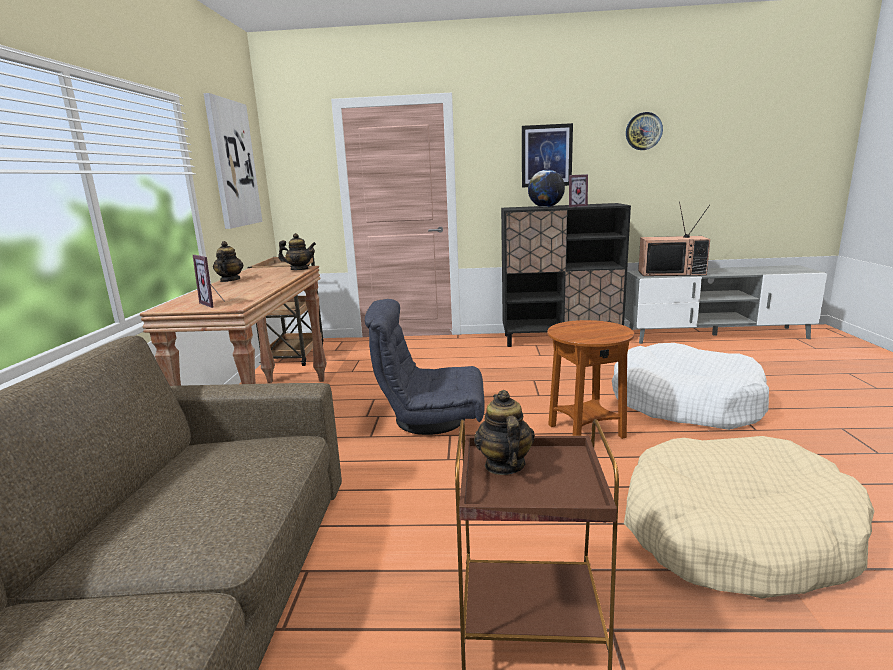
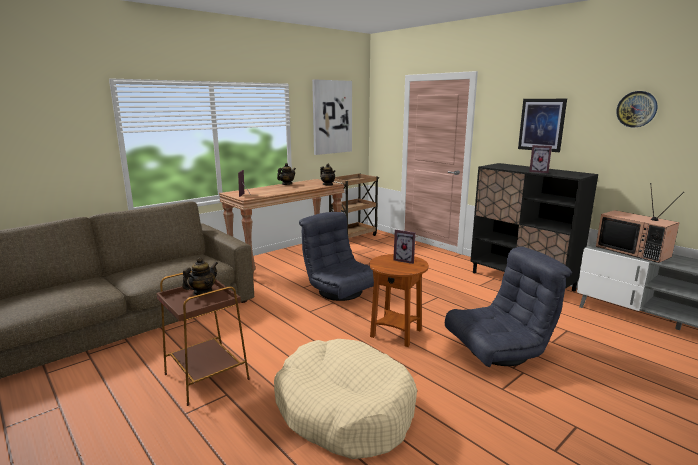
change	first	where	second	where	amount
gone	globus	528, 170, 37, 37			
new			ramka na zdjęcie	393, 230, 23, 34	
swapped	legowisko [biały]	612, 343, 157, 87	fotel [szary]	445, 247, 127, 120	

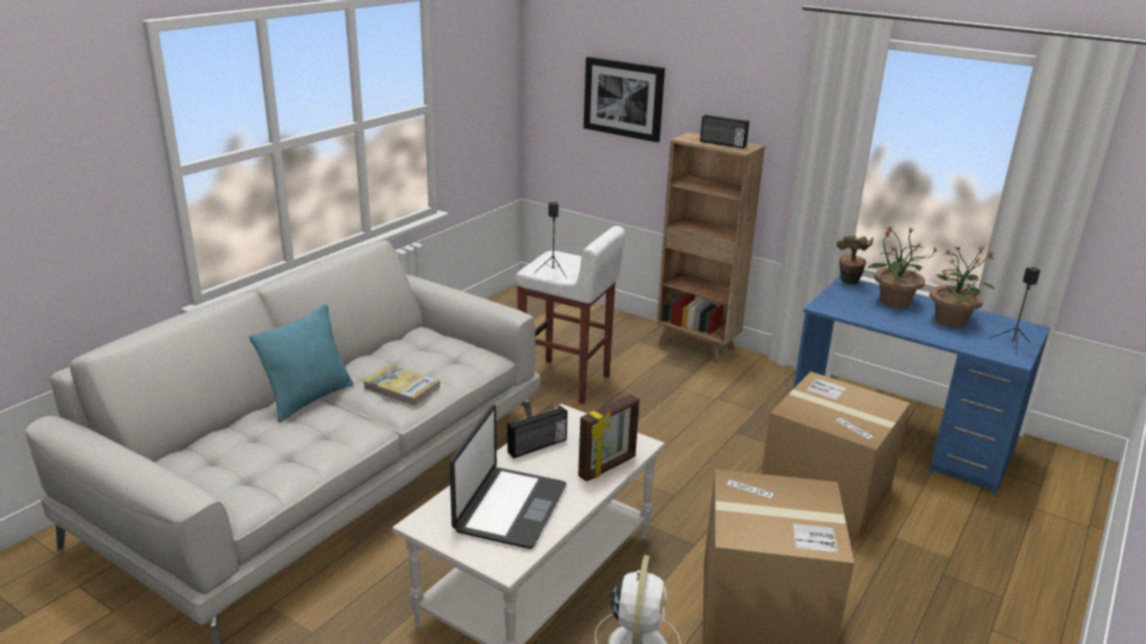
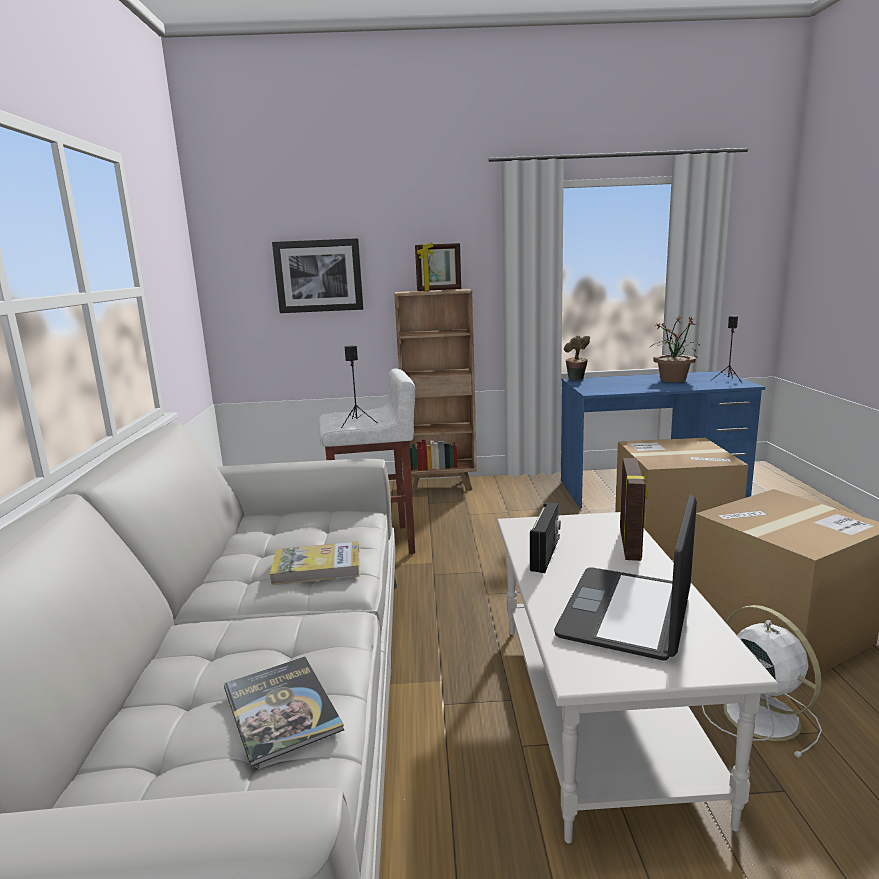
change	first	where	second	where	amount
gone	poduszka [turkusowy]	249, 304, 105, 118			
gone	roślina doniczkowa	866, 226, 73, 82			
new			książka	224, 657, 120, 110	
swapped	radio	700, 115, 49, 33	ramka na zdjęcie	415, 242, 46, 49	
rotated	laptop	450, 405, 116, 144		554, 494, 143, 167	135 degrees counterclockwise

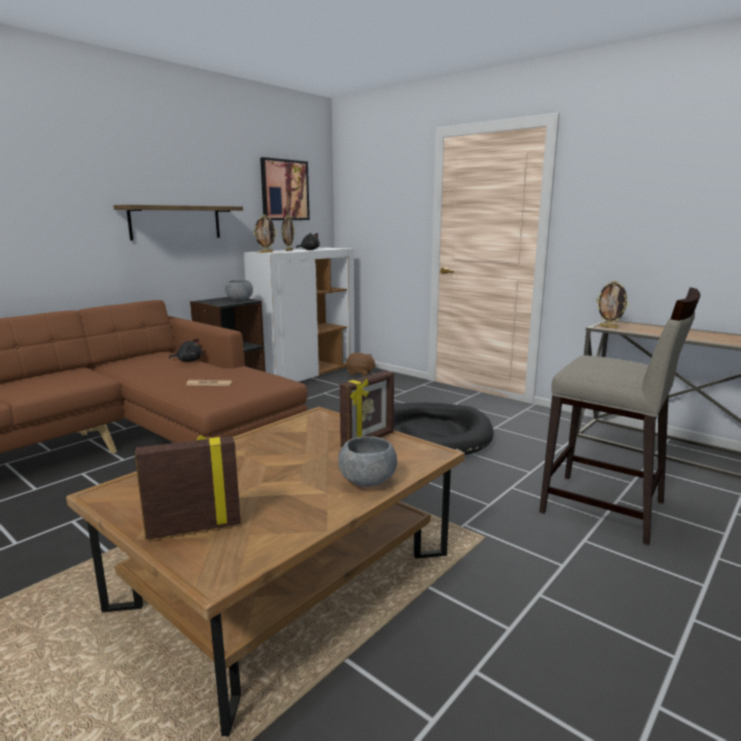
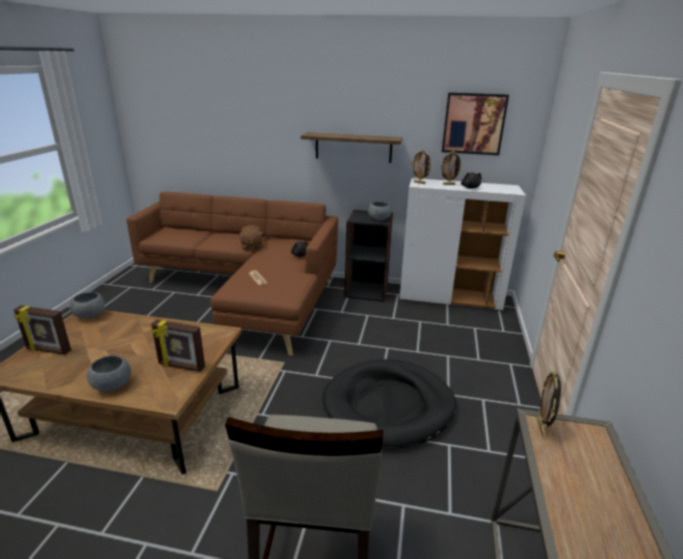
change	first	where	second	where	amount
new			miska [szary]	70, 292, 35, 27	
shifted	pluszak [brązowy]	346, 353, 30, 23		239, 225, 24, 25	
rotated	ramka na zdjęcie	135, 435, 106, 105		14, 305, 57, 50	150 degrees clockwise

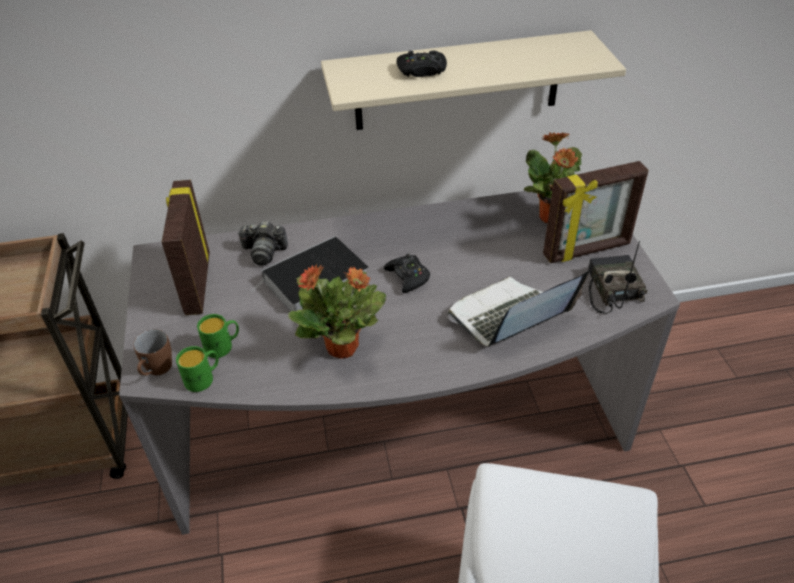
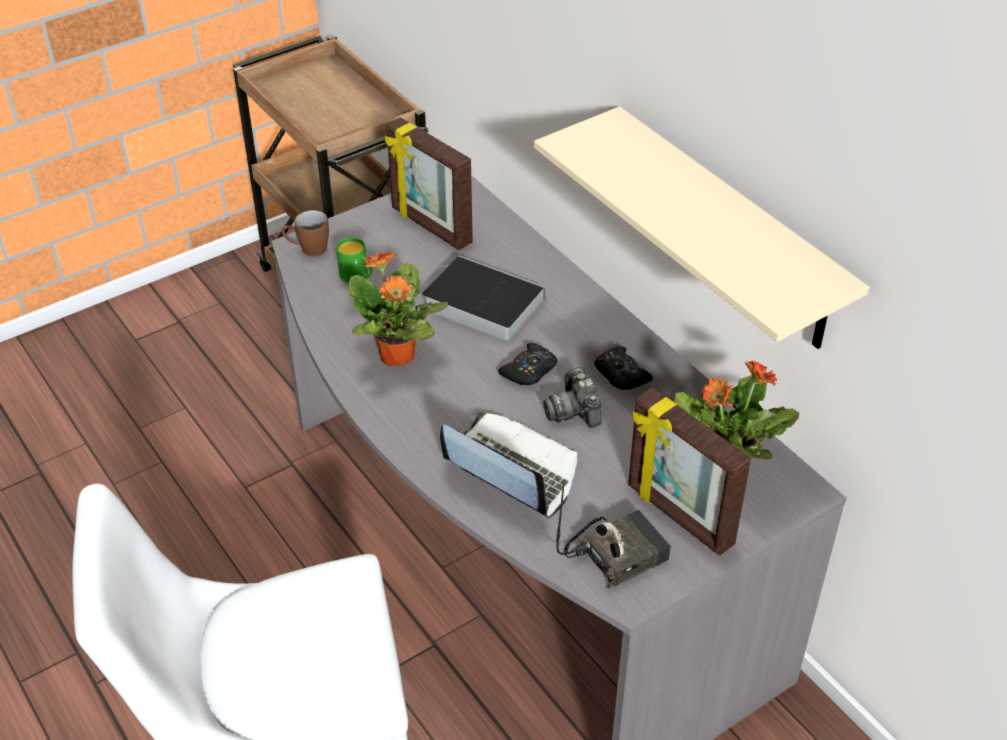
change	first	where	second	where	amount
gone	kubek [zielony]	176, 346, 43, 46			
shifted	aparat fotograficzny	238, 221, 50, 45		543, 367, 59, 61	
shifted	pad do gier [czarny]	397, 51, 50, 26		594, 346, 59, 44	
rotated	ramka na zdjęcie	162, 180, 48, 135		385, 117, 88, 133	105 degrees counterclockwise

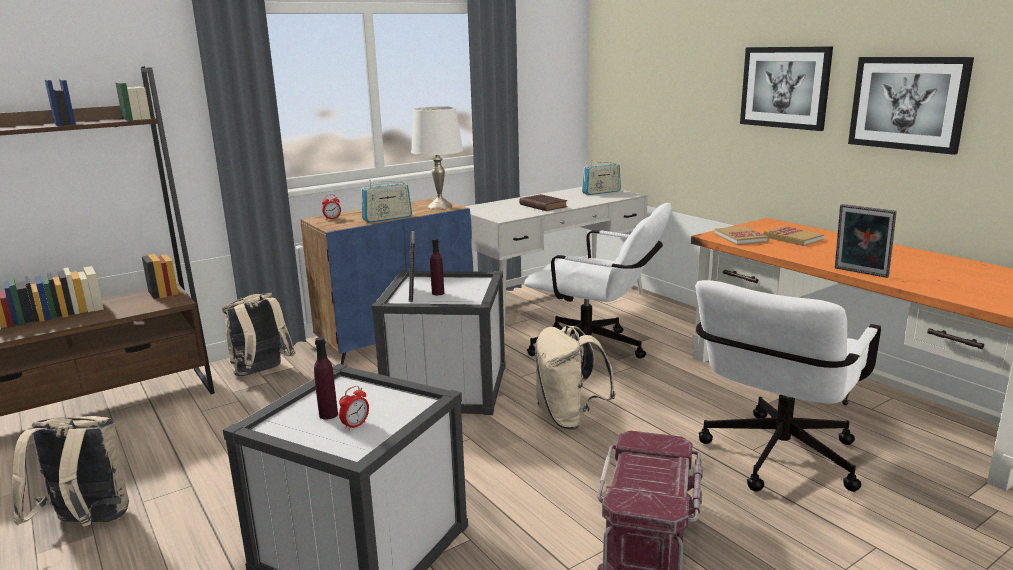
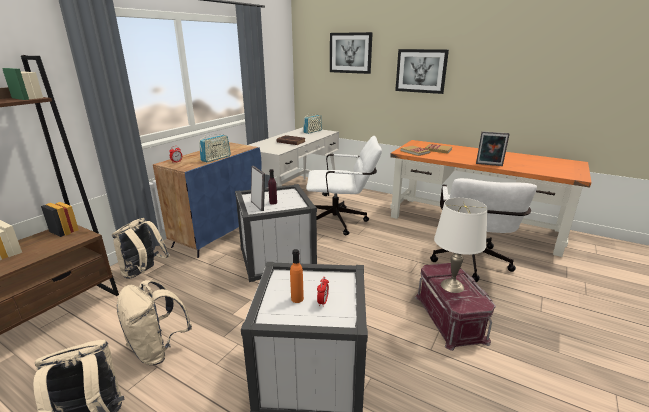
change	first	where	second	where	amount
shifted	lampa stołowa [biały]	411, 106, 52, 103		434, 198, 54, 95	
shifted	plecak [beżowy]	534, 326, 82, 104		117, 280, 75, 85	
shifted	obraz	848, 57, 126, 98		330, 32, 43, 42	
repainted	butelka [fioletowy]	314, 337, 24, 83	butelka [pomarańczowy]	290, 249, 14, 54	

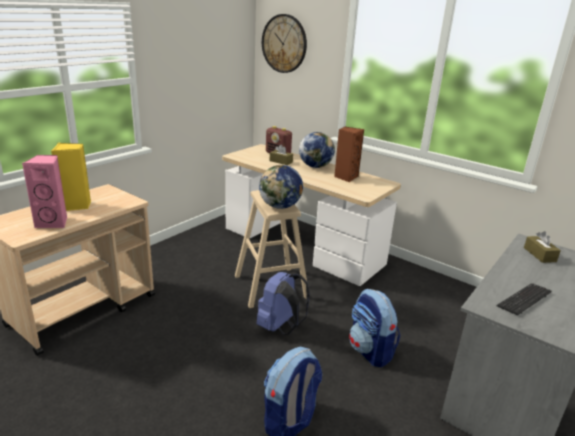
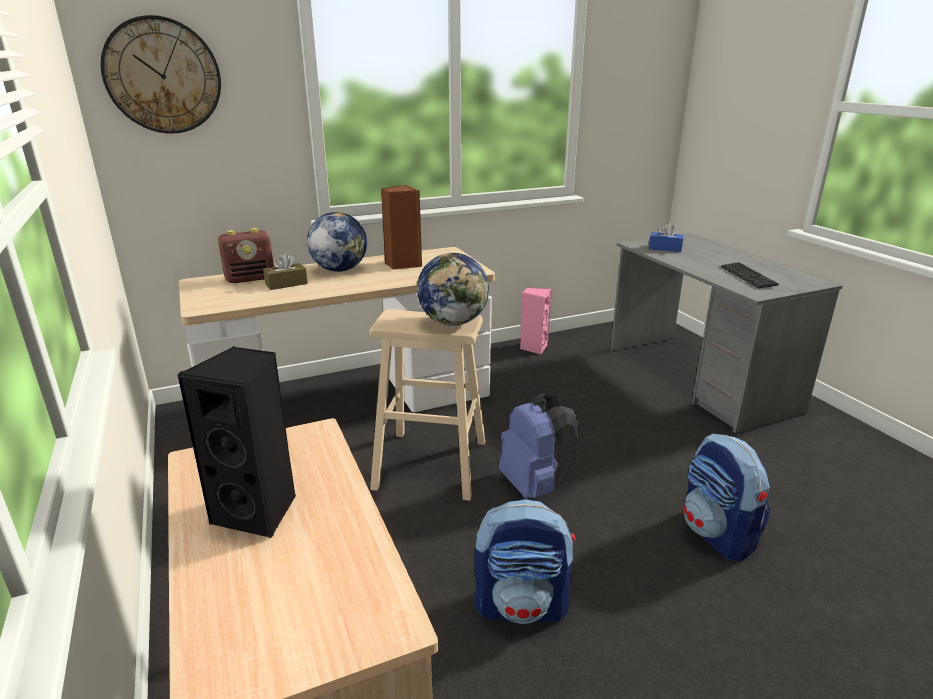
change	first	where	second	where	amount
shifted	głośnik [różowy]	22, 155, 45, 74		520, 287, 31, 67	
shifted	plecak	349, 289, 52, 78		474, 499, 102, 125	
repainted	głośnik [żółty]	51, 143, 40, 68	głośnik [czarny]	178, 346, 118, 193	
repainted	pudełko chusteczek [brązowy]	524, 231, 37, 32	pudełko chusteczek [niebieski]	649, 222, 35, 30	

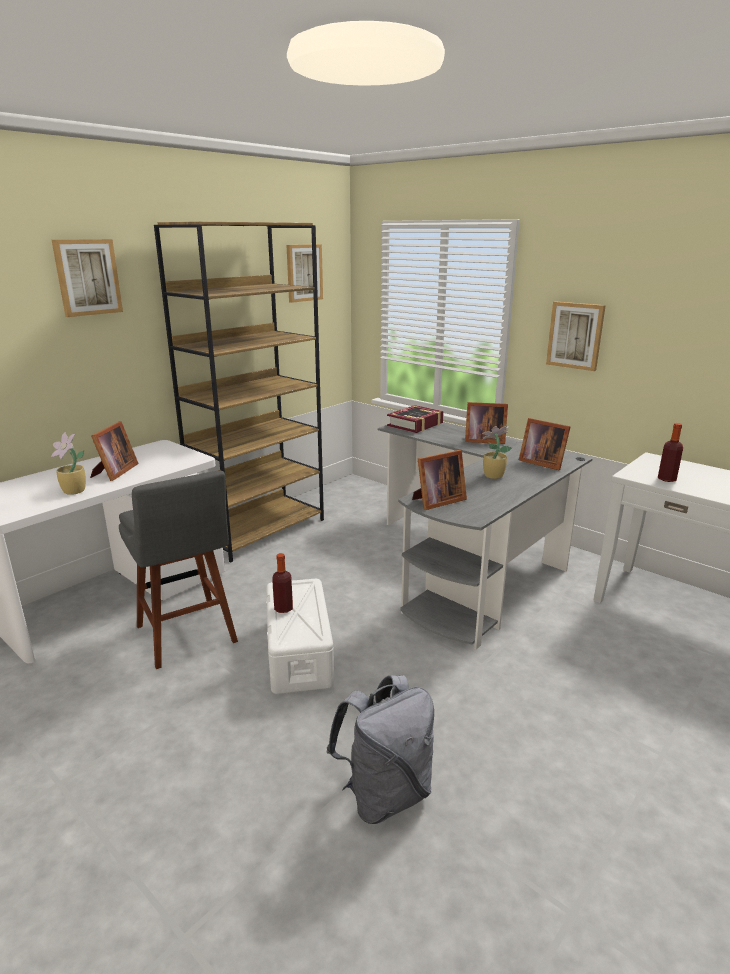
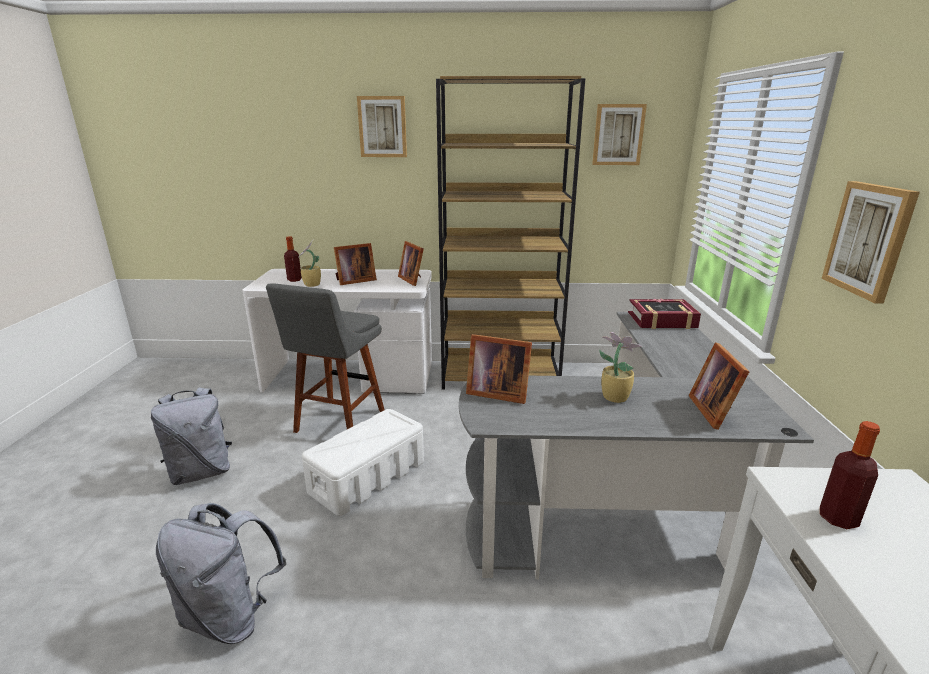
change	first	where	second	where	amount
new			plecak [szary]	151, 388, 81, 97	
shifted	butelka	272, 553, 21, 60		284, 236, 18, 46	
shifted	ramka na zdjęcie	465, 402, 43, 42		398, 241, 26, 45	

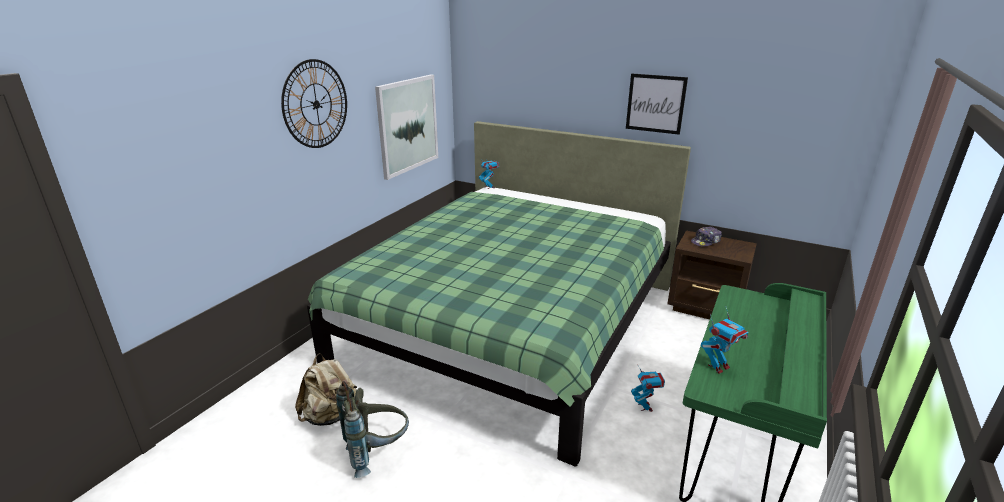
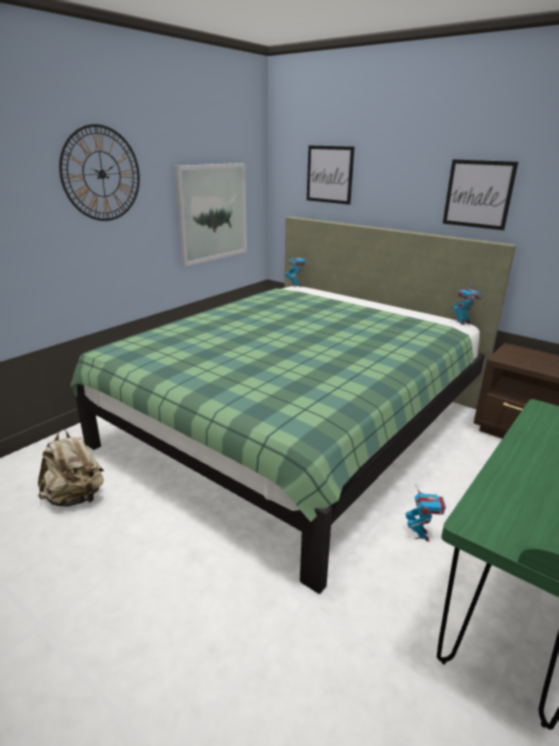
change	first	where	second	where	amount
gone	plecak [szary]	336, 381, 73, 97			
gone	czapka z daszkiem	691, 227, 31, 20			
new			obraz	307, 145, 48, 60	
shifted	robot zabawkowy	701, 306, 47, 68		452, 284, 30, 41	

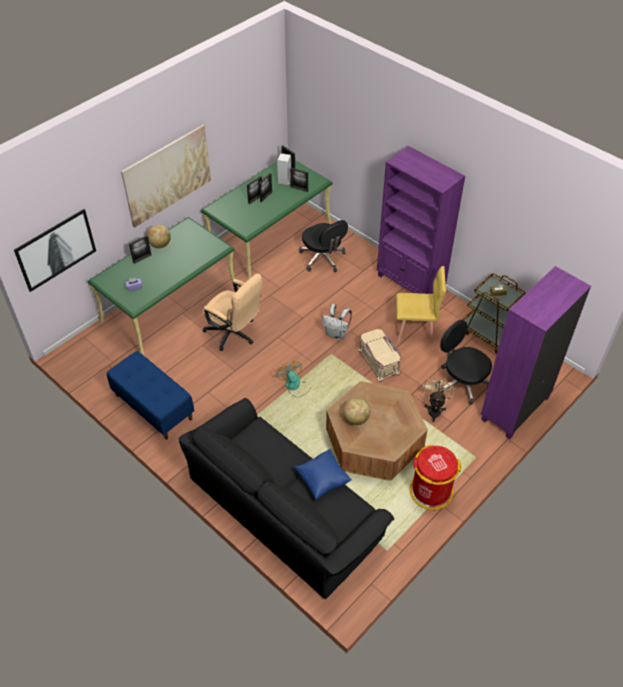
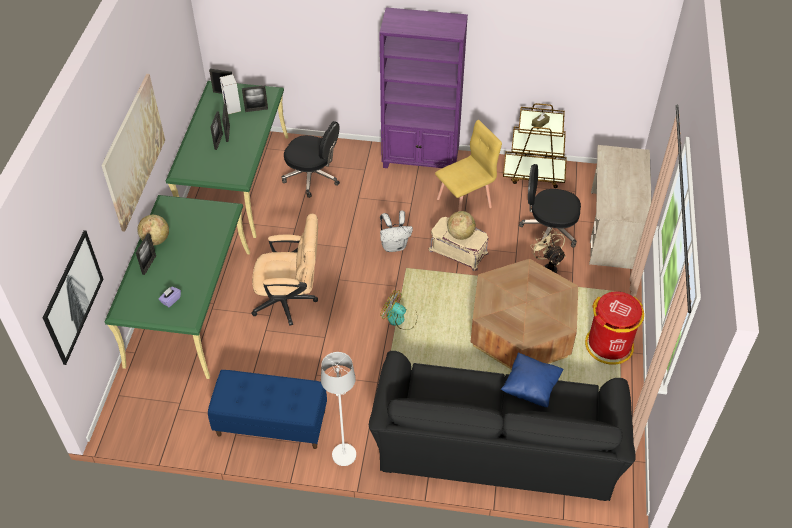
change	first	where	second	where	amount
new			lampa stojąca [biały]	321, 352, 35, 114	
shifted	globus	343, 398, 27, 27		447, 211, 29, 29	
swapped	regał [fioletowy]	481, 266, 110, 173	biurko [beżowy]	589, 145, 62, 124	

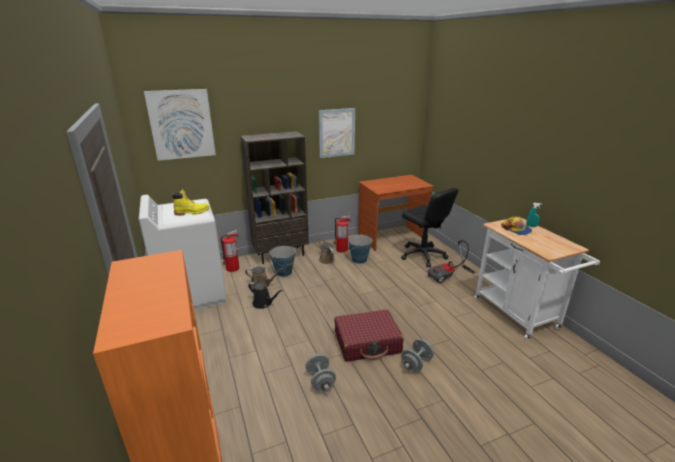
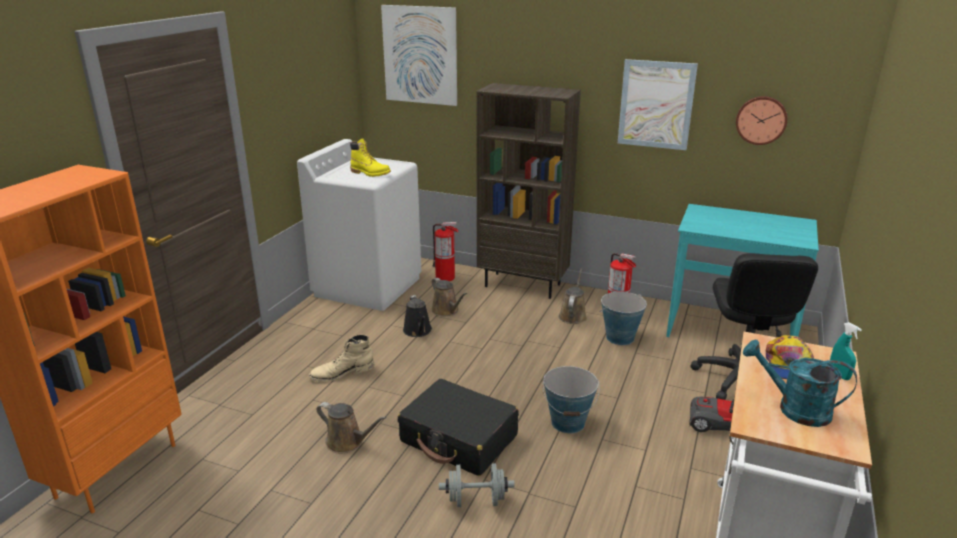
change	first	where	second	where	amount
new			but z cholewką [beżowy]	309, 335, 66, 47	
new			zegar ścienny	736, 96, 51, 49	
new			konewka [turkusowy]	743, 339, 114, 88	
shifted	wiadro	270, 246, 27, 31		543, 366, 57, 67	
swapped	hantel [szary]	305, 354, 31, 37	konewka [brązowy]	317, 402, 70, 51	
repainted	walizka [czerwony]	334, 309, 70, 53	walizka [czarny]	398, 379, 121, 97	
repainted	biurko [brązowy]	358, 175, 76, 76	biurko [turkusowy]	666, 204, 153, 133	

